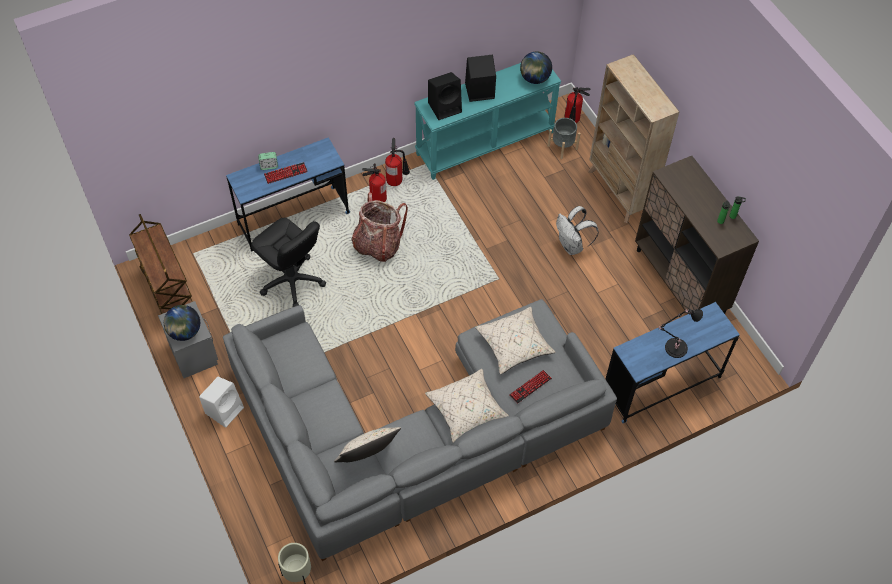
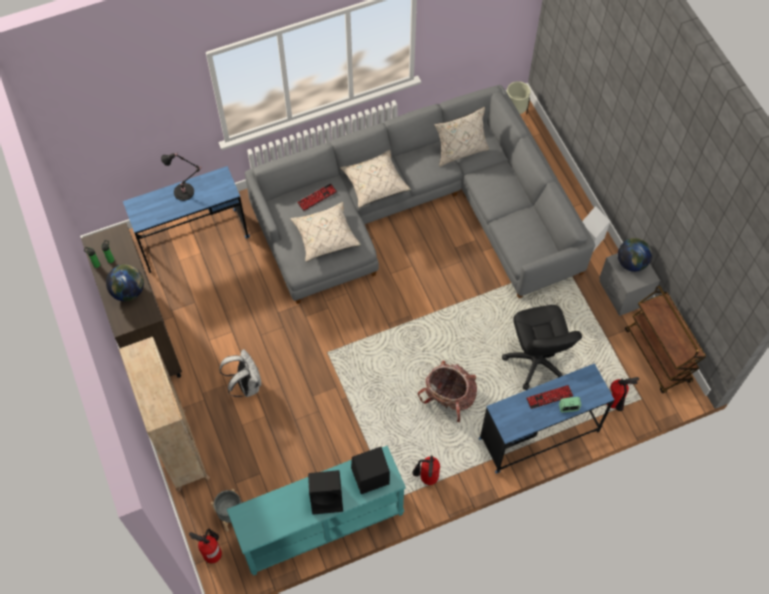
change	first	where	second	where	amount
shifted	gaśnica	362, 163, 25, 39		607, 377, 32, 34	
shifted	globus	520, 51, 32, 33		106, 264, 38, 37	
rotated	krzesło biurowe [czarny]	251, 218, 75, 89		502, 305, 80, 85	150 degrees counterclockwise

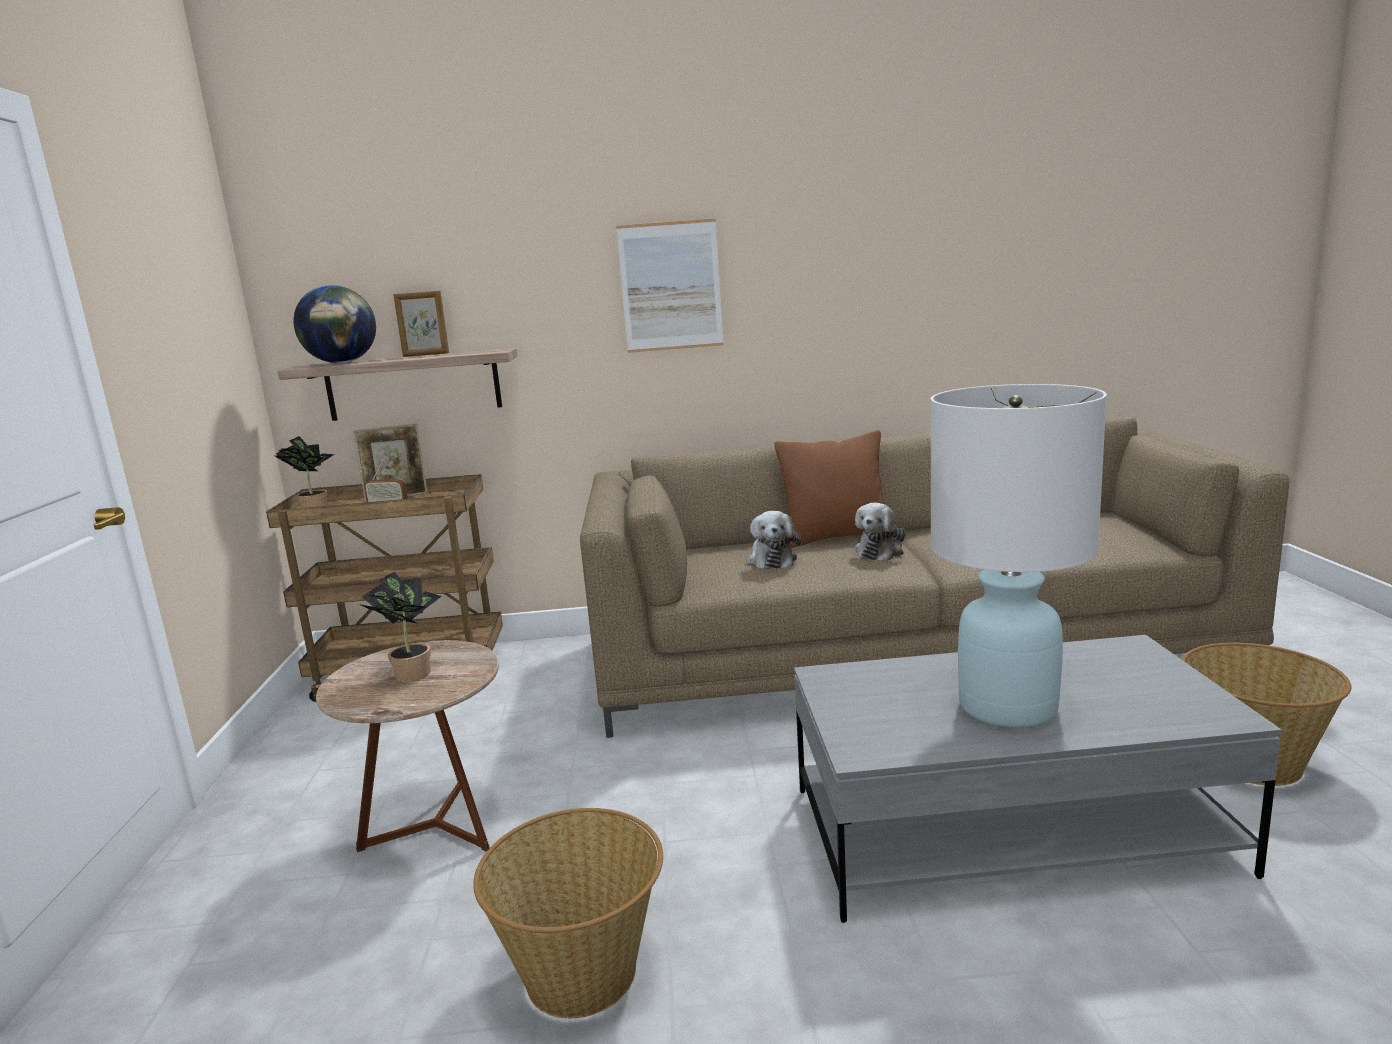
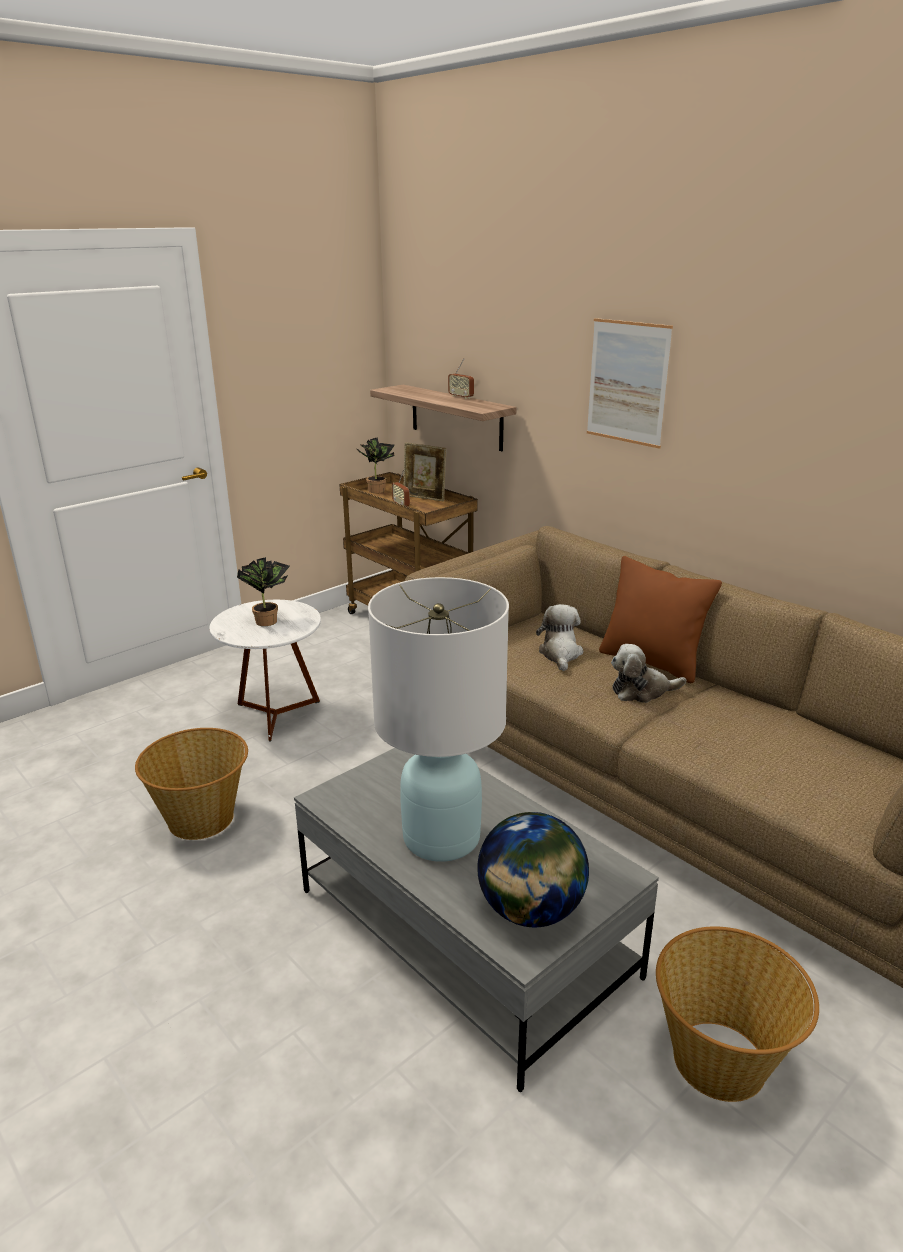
change	first	where	second	where	amount
shifted	globus	293, 285, 83, 78		477, 812, 112, 115	
swapped	ramka na zdjęcie	394, 291, 55, 66	radio	448, 358, 26, 41	
repainted	stolik [brązowy]	316, 640, 183, 212	stolik [biały]	210, 600, 111, 141	
rotated	pluszak	747, 511, 54, 58		536, 604, 47, 67	135 degrees clockwise

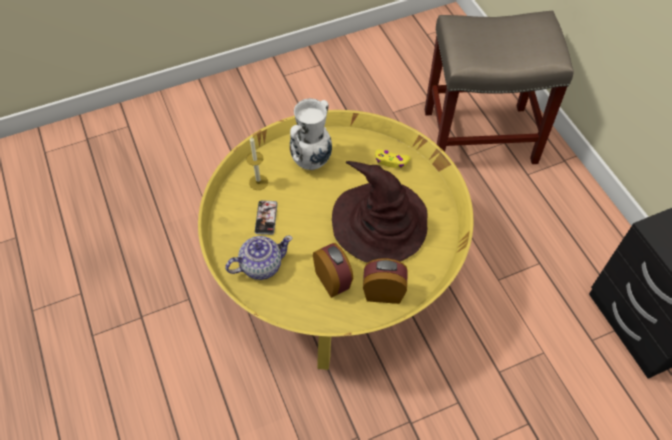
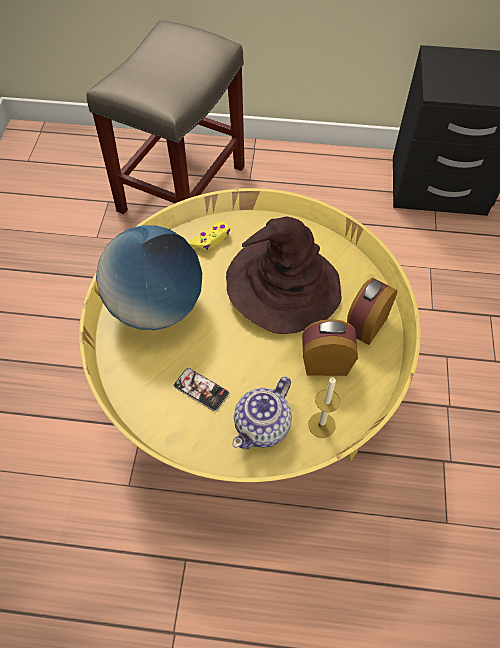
change	first	where	second	where	amount
shifted	świeca	246, 136, 22, 54		308, 376, 32, 62	
swapped	wazon [biały]	290, 98, 42, 72	globus	94, 225, 108, 105	
rotated	imbryk	225, 236, 68, 44		233, 377, 59, 72	150 degrees counterclockwise

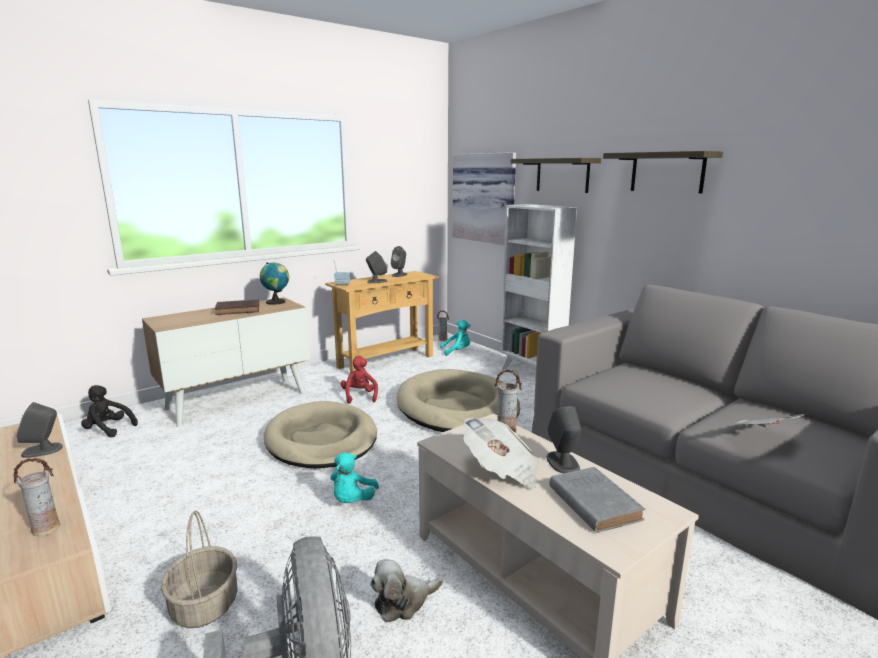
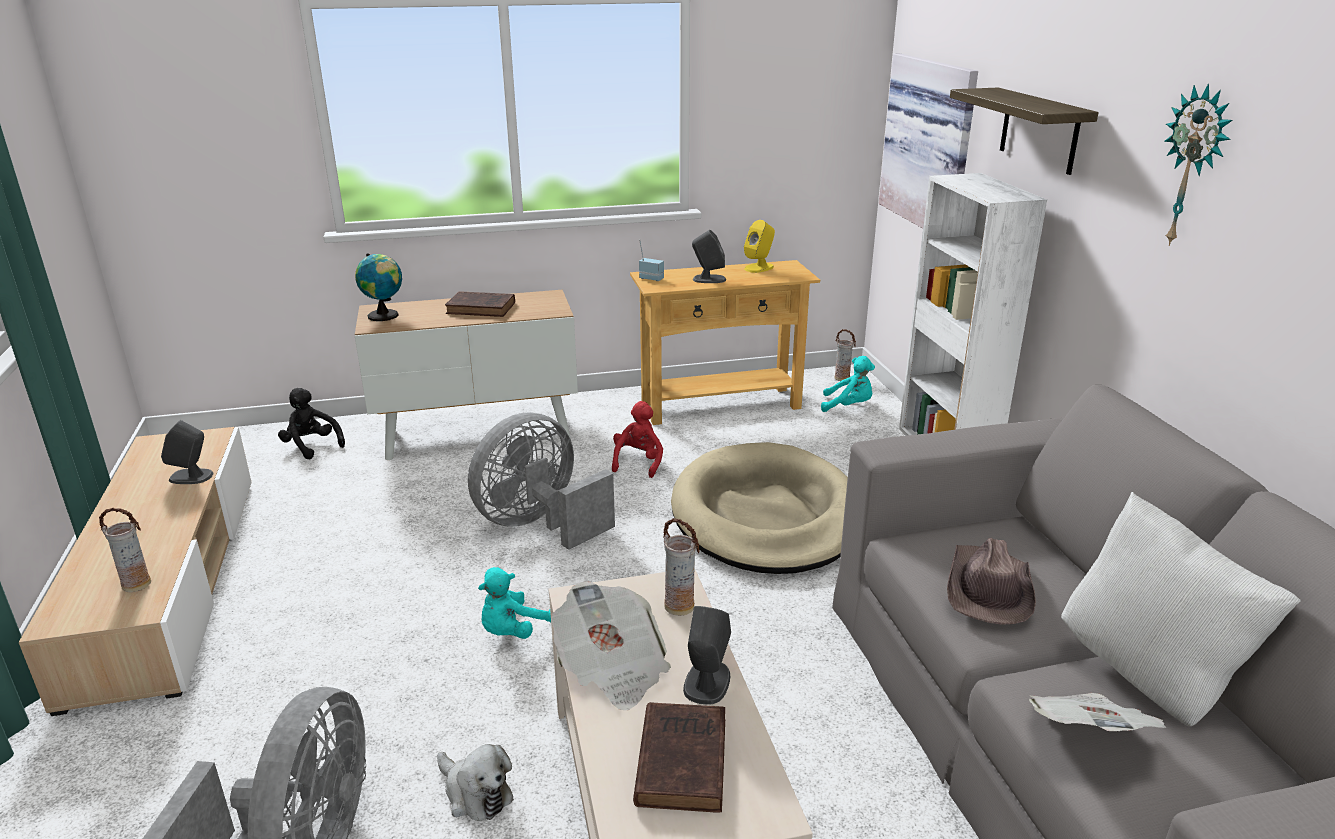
change	first	where	second	where	amount
gone	koszyk	161, 510, 76, 118			
new			kapelusz [brązowy]	947, 538, 89, 87	
new			poduszka [biały]	1061, 492, 240, 235	
shifted	globus	260, 262, 29, 43		355, 253, 47, 68	
swapped	legowisko [beżowy]	264, 401, 113, 67	wentylator [szary]	468, 412, 147, 138	
swapped	półka	603, 151, 120, 42	zegar ścienny	1164, 84, 69, 162	
repainted	głośnik [szary]	391, 246, 16, 31	głośnik [żółty]	744, 220, 31, 53	
repainted	książka [szary]	549, 467, 96, 66	książka [brązowy]	633, 702, 92, 111	
rotated	pluszak	370, 559, 73, 64		437, 744, 77, 77	135 degrees counterclockwise

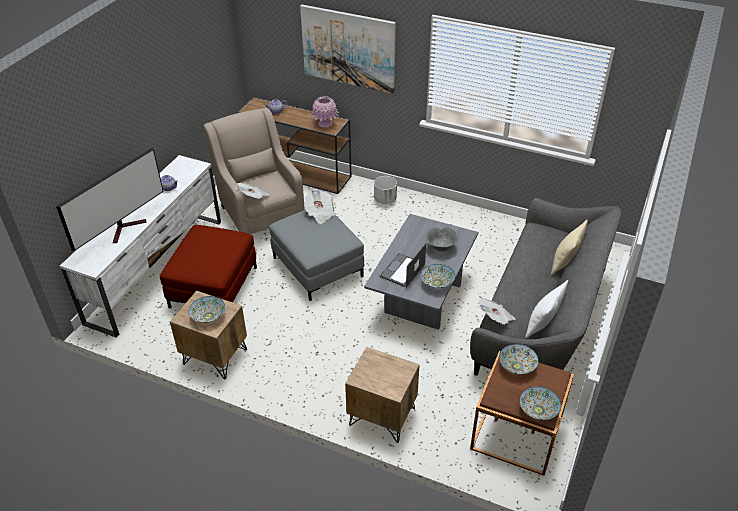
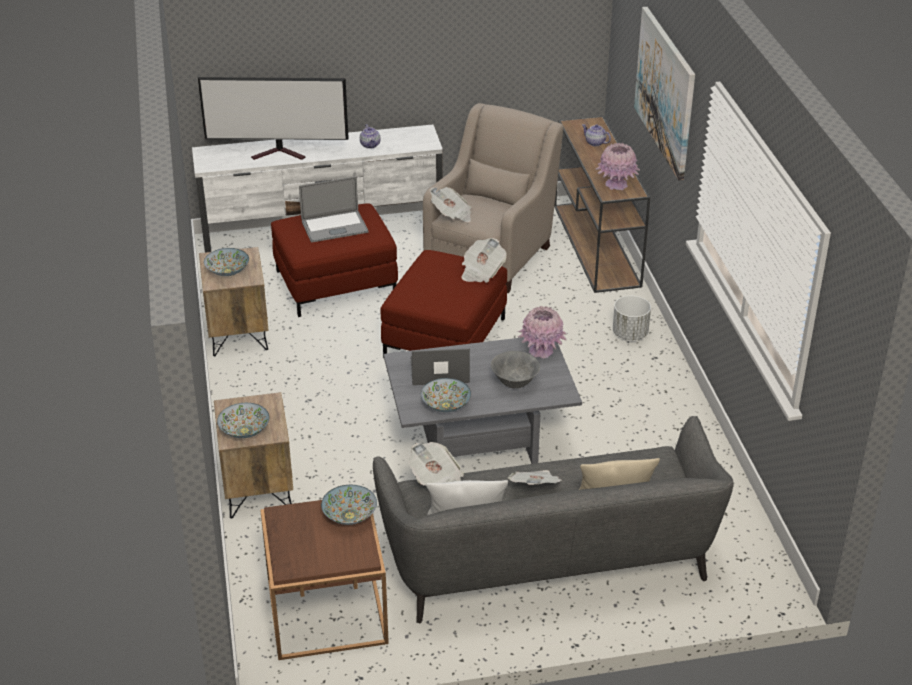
change	first	where	second	where	amount
new			laptop	299, 176, 70, 67	
new			gazeta	508, 470, 55, 15	
new			wazon [różowy]	518, 306, 49, 53	
shifted	miska	520, 386, 41, 34		217, 403, 52, 35	
repainted	pufa [szary]	269, 210, 95, 91	pufa [czerwony]	380, 250, 127, 108	

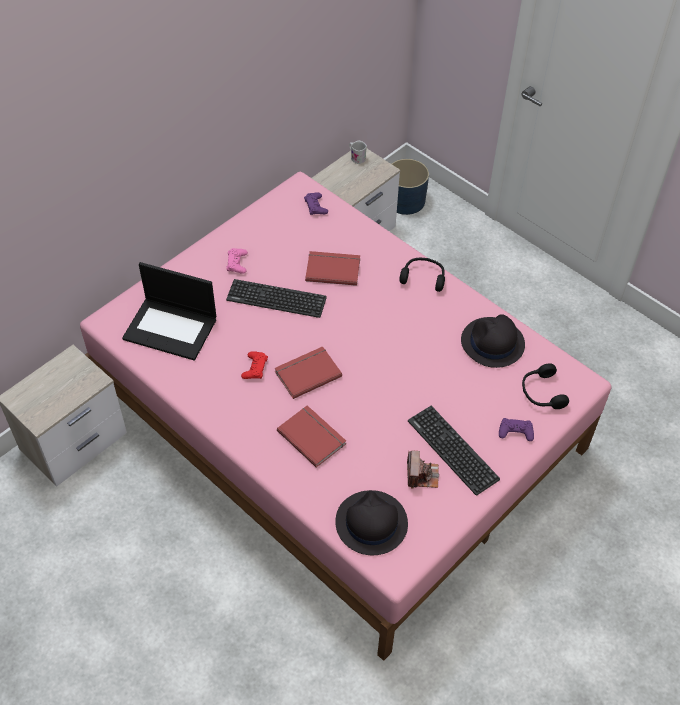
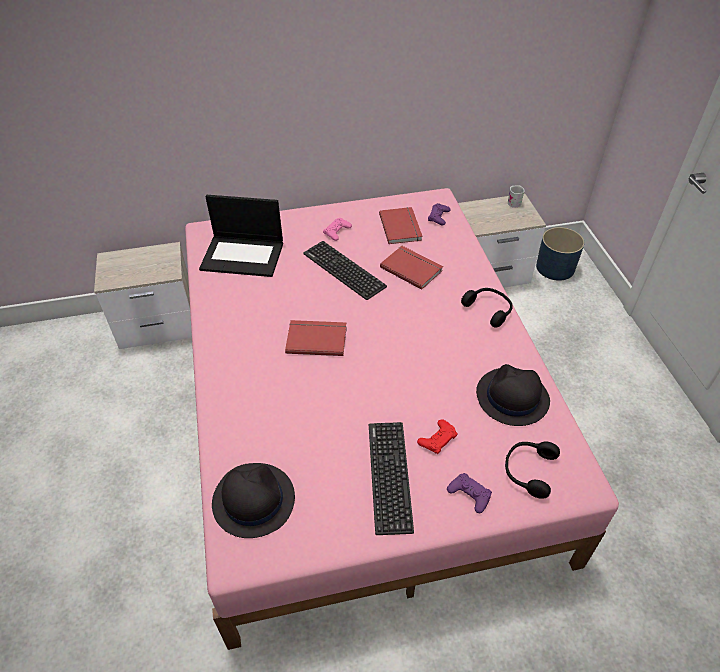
change	first	where	second	where	amount
gone	aparat fotograficzny	407, 450, 32, 39			
shifted	pad do gier [czerwony]	241, 351, 27, 28		417, 419, 41, 35	
shifted	książka [czerwony]	277, 405, 69, 63		379, 207, 44, 37	
rotated	laptop	122, 262, 94, 99		199, 195, 84, 82	45 degrees counterclockwise

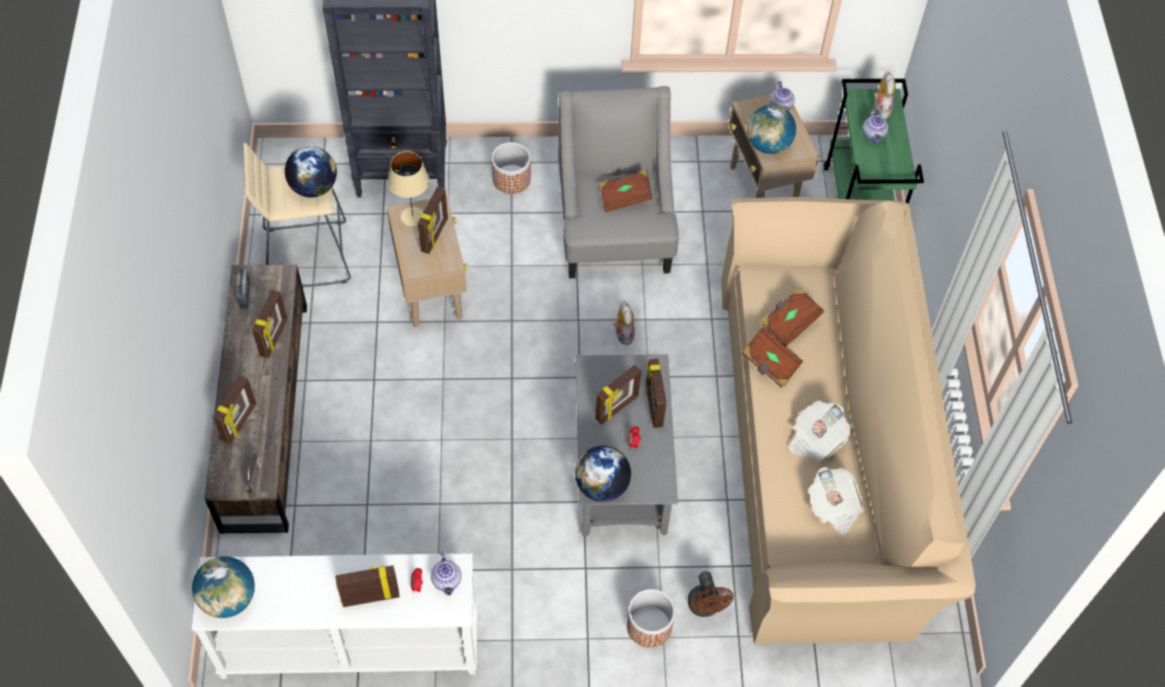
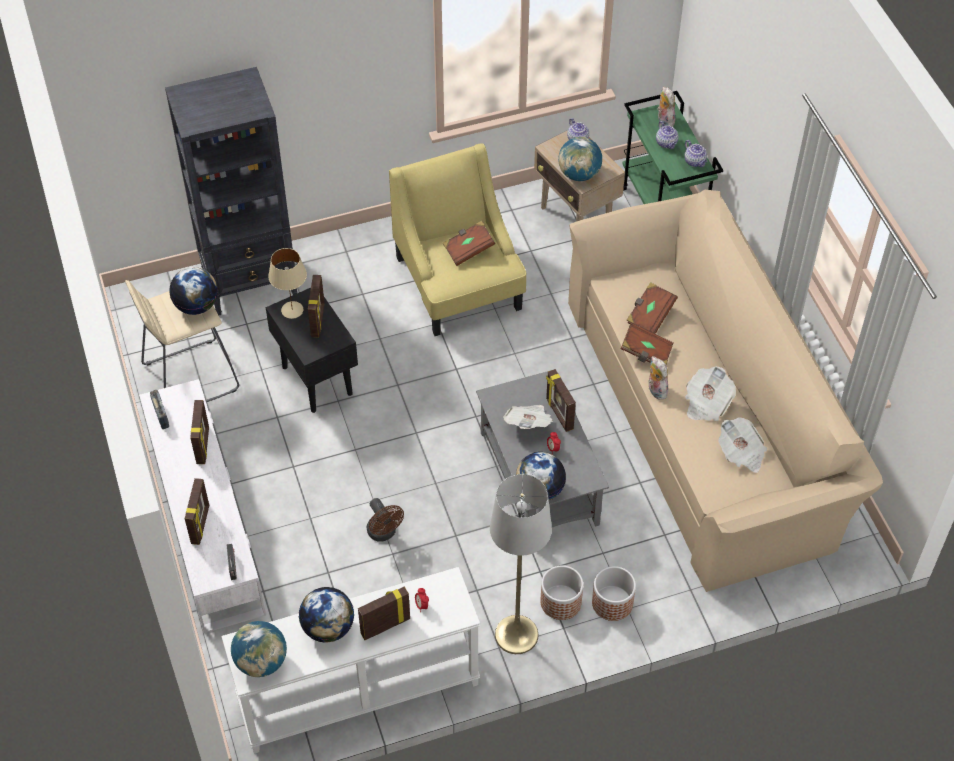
change	first	where	second	where	amount
new			globus	299, 587, 55, 55	
new			lampa stojąca [szary]	490, 474, 62, 180	
shifted	imbryk	431, 551, 31, 44		684, 140, 24, 27	
shifted	donica	492, 142, 39, 52		540, 566, 43, 54	
shifted	pluszak	614, 300, 21, 45		648, 356, 20, 44	
shifted	wentylator [brązowy]	688, 571, 46, 46		367, 498, 37, 44	
swapped	ramka na zdjęcie	595, 365, 46, 59	gazeta	503, 405, 50, 24	
repainted	szafka pod telewizor [brązowy]	204, 265, 103, 269	szafka pod telewizor [biały]	139, 379, 127, 254	
repainted	stolik [beżowy]	387, 196, 81, 131	stolik [czarny]	266, 288, 92, 125	
repainted	fotel [szary]	558, 86, 121, 192	fotel [żółty]	389, 143, 137, 193	

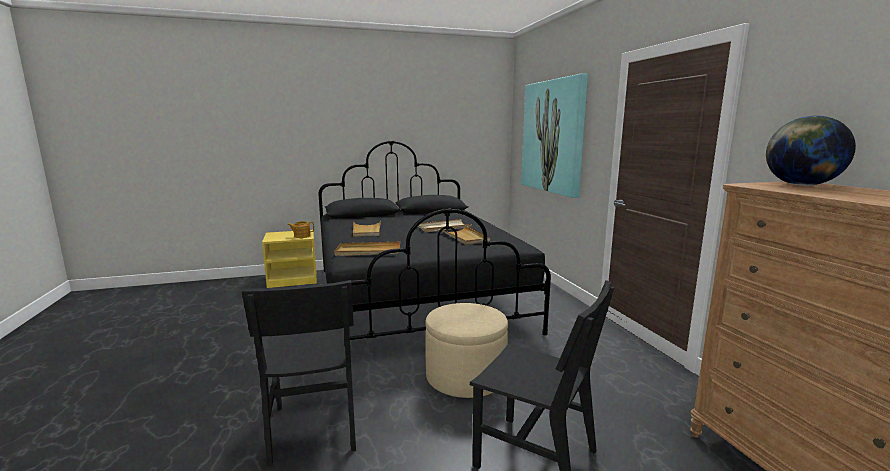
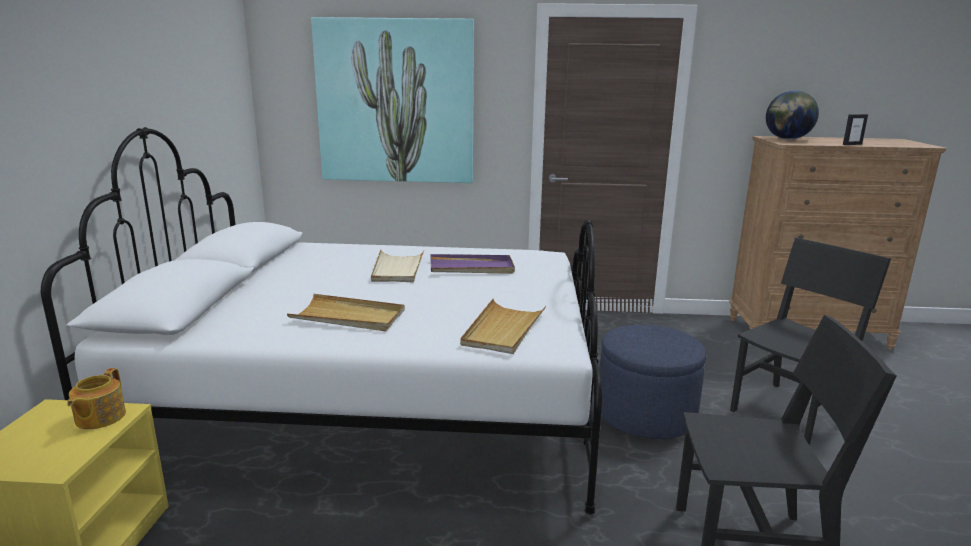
change	first	where	second	where	amount
new			ramka na zdjęcie	843, 114, 25, 31	
repainted	łóżko [czarny]	318, 141, 233, 199	łóżko [biały]	41, 127, 561, 388	
repainted	pufa [beżowy]	425, 303, 83, 95	pufa [niebieski]	600, 325, 106, 114	
repainted	taca [beżowy]	440, 226, 50, 19	taca [fioletowy]	430, 254, 85, 20	

